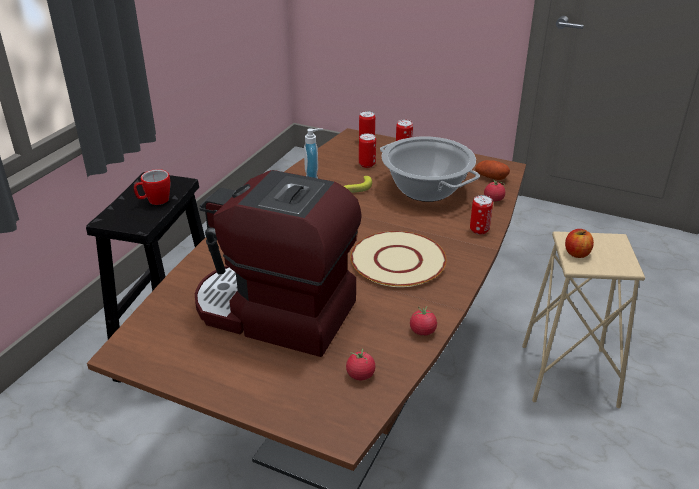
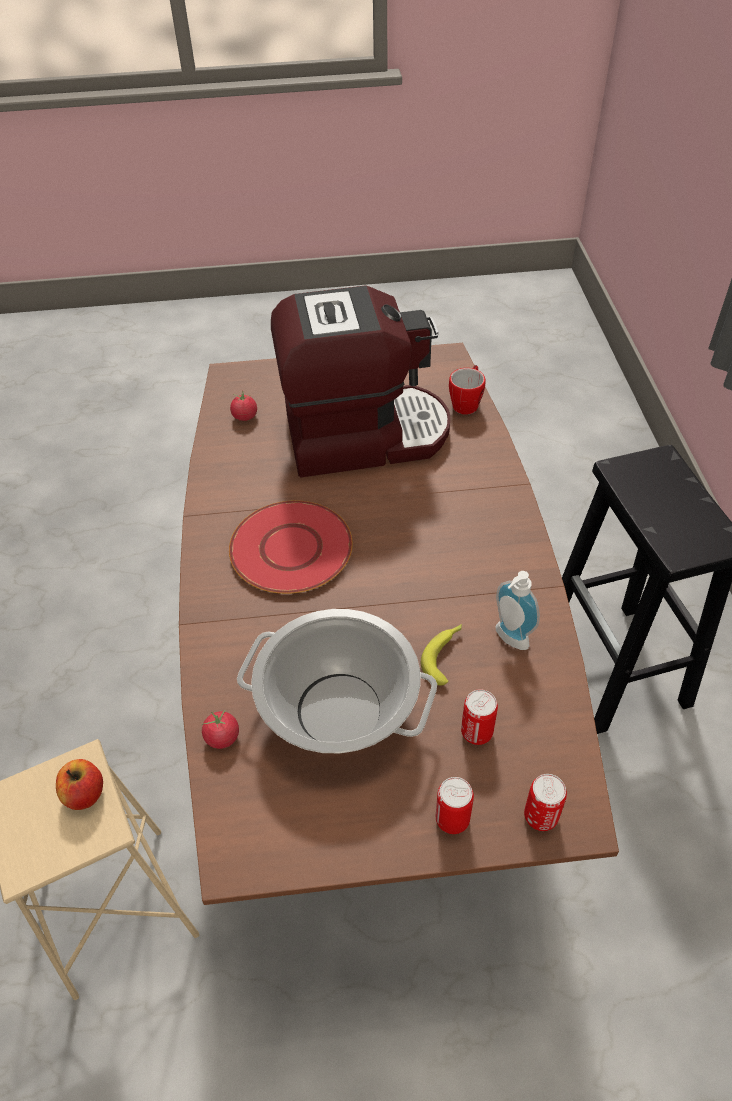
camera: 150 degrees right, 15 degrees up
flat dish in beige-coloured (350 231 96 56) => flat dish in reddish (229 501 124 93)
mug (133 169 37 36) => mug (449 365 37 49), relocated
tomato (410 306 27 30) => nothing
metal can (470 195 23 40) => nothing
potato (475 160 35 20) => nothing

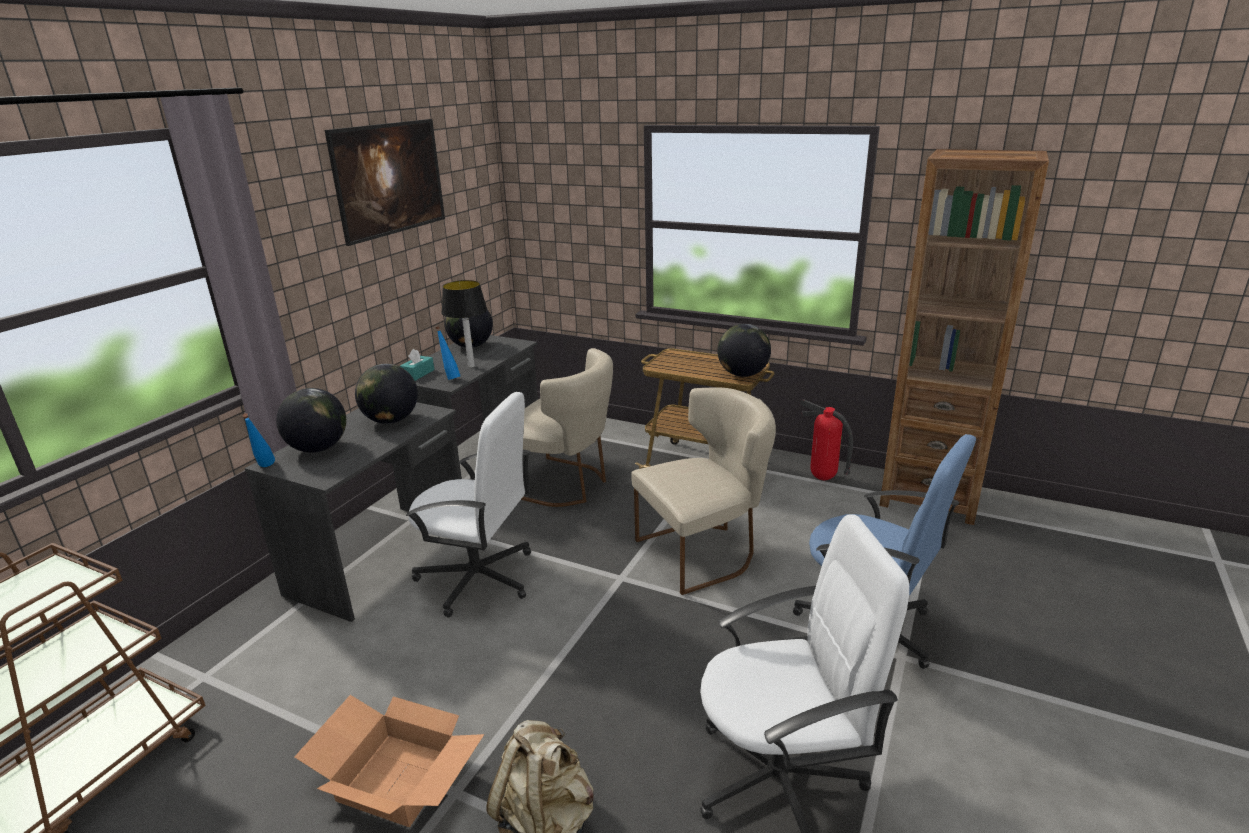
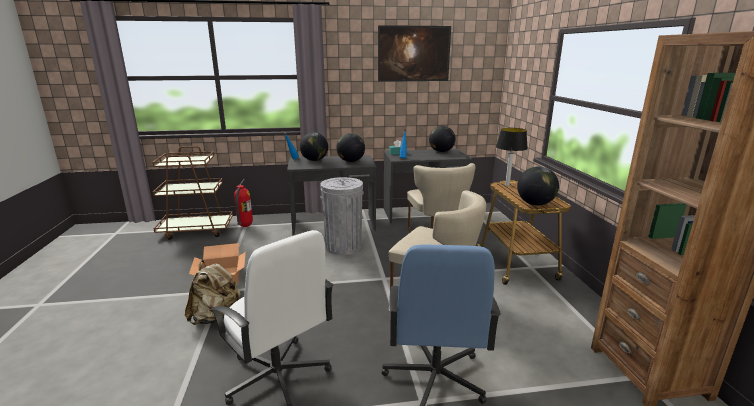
camera: 55 degrees right, 5 degrees down
fire-fighting cylinder (799 399 54 81) => fire-fighting cylinder (234 179 19 48), relocated
computer chair in white (406 392 125 226) => rubbish bin in grey (320 177 44 78)
lamp for a table (441 280 46 88) => lamp for a table (496 128 32 58), relocated

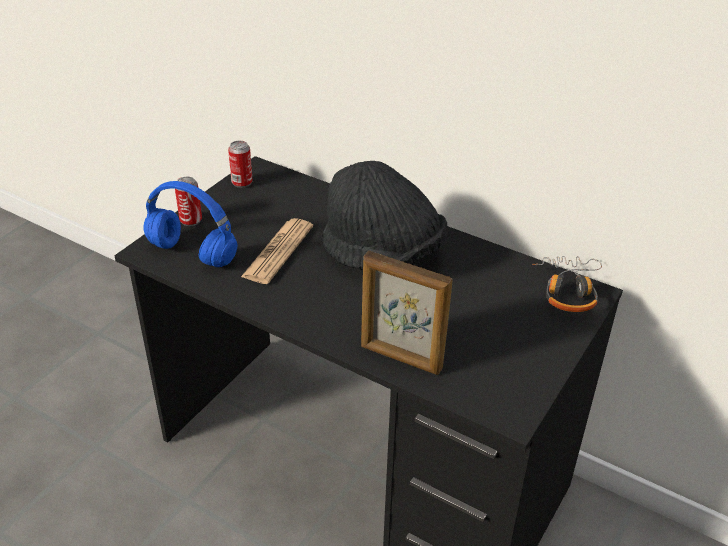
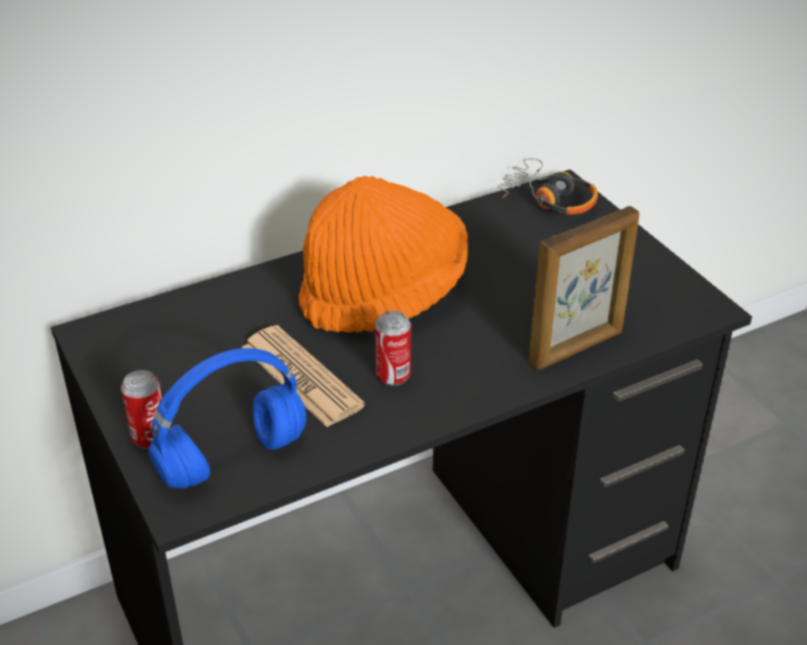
camera: 60 degrees left, 0 degrees up
clothing hat in black (323 161 124 109) => clothing hat in orangey (299 176 169 157)
metal can (228 141 25 47) => metal can (375 311 36 75), relocated

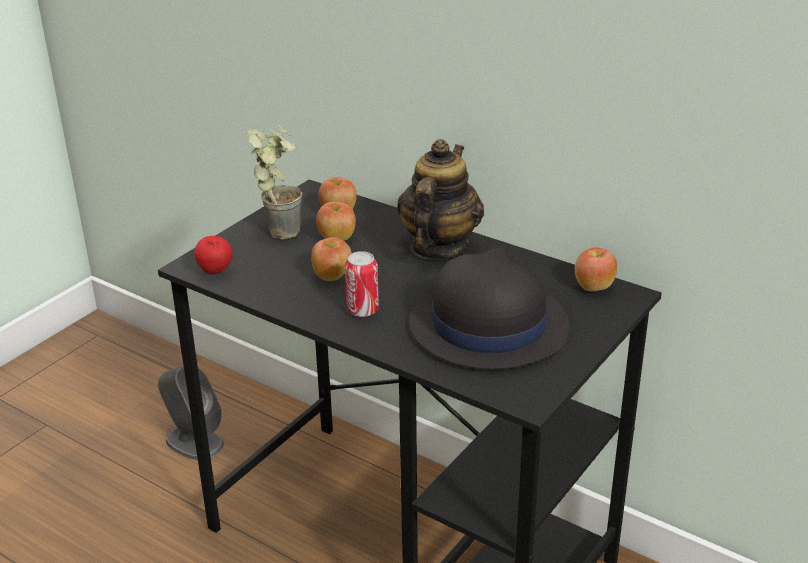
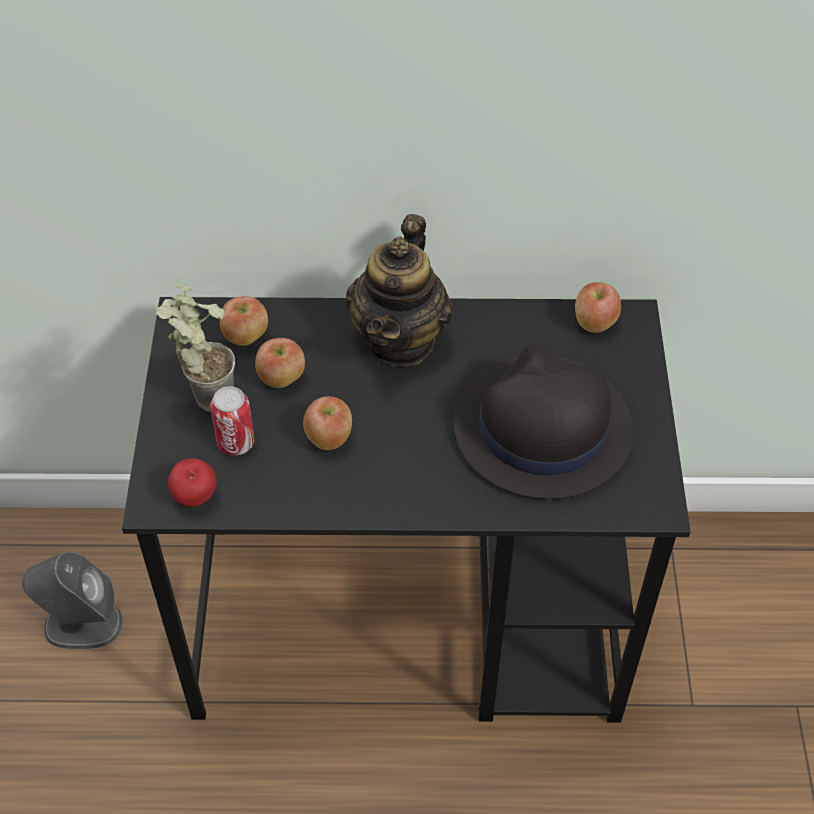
camera: 35 degrees left, 20 degrees up
metal can (345 251 34 66) => metal can (210 386 45 69), relocated
tea pot (397 139 87 121) => tea pot (346 214 107 153), 150 degrees counterclockwise

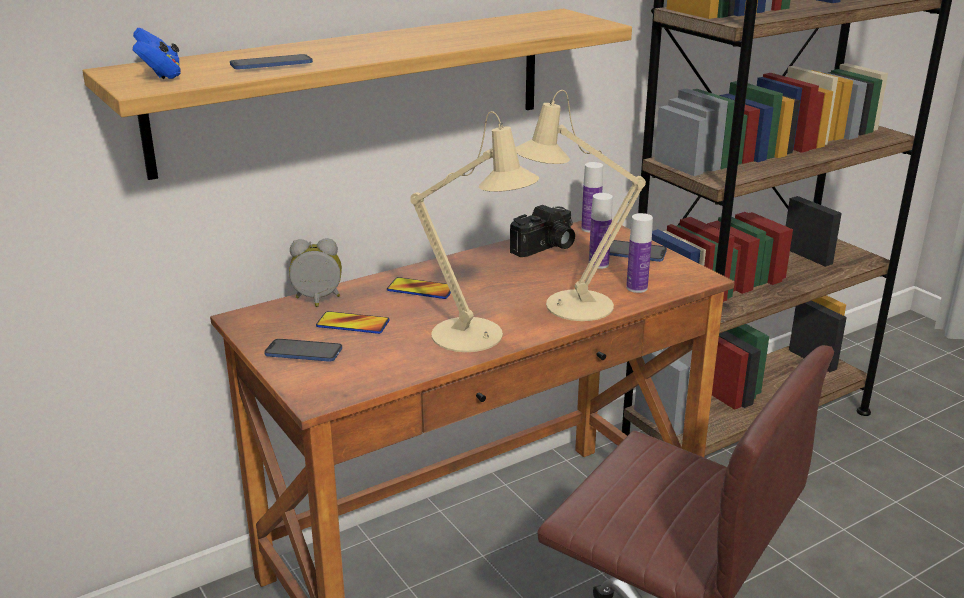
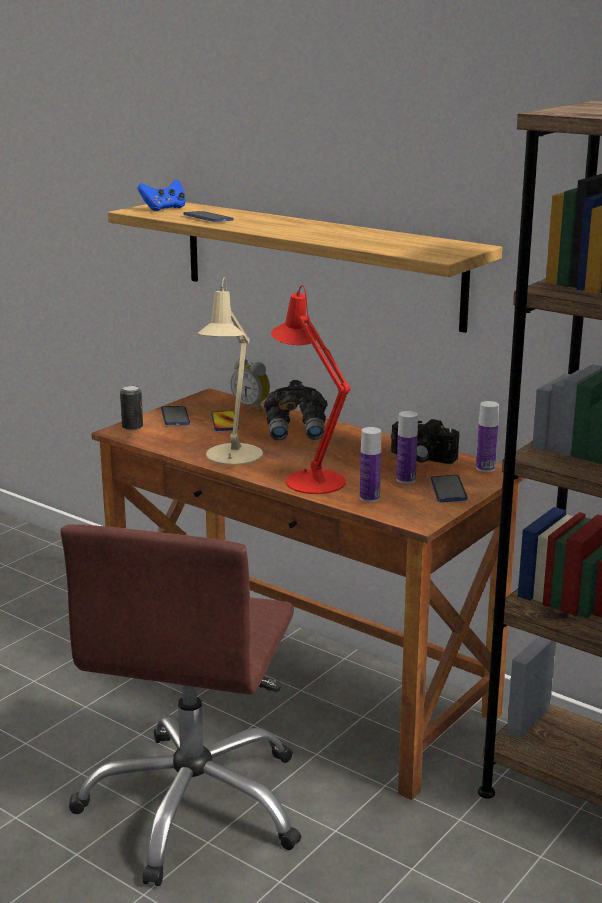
camera: 70 degrees right, 5 degrees down
nothing => metal can (120 385 23 45)
table clock (289 238 53 69) => table clock (230 358 40 54), 150 degrees clockwise
handset (387 277 64 22) => pair of binoculars in grey (264 380 64 61)
lamp for a table in beige-coloured (515 90 131 231) => lamp for a table in reddish (271 285 80 209)

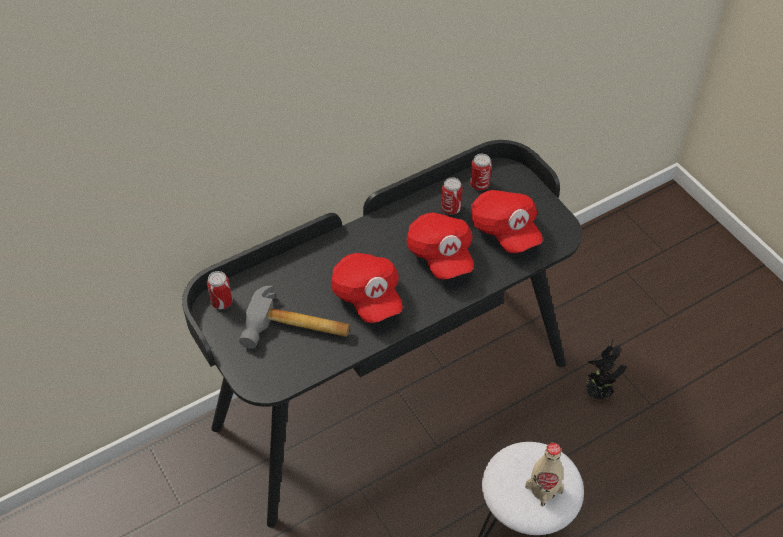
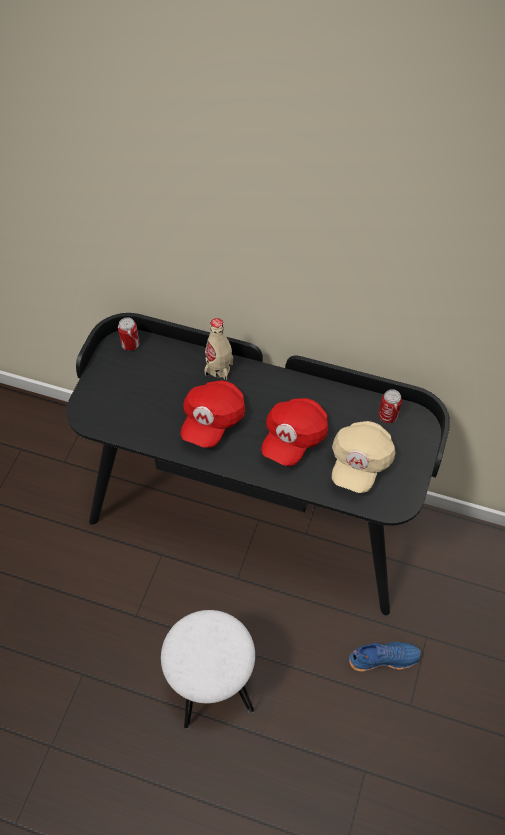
camera: 50 degrees right, 5 degrees up
bottle in beige-coloured (525 443 39 64) => bottle in beige-coloured (204 318 29 63), relocated
baseball cap in reddish (471 190 72 63) => baseball cap in beige-coloured (332 421 63 72)
houseplant (586 339 41 61) => item of footwear in blue-coloured (349 642 72 29)
hand hammer (239 286 111 63) => nothing
metal can (441 177 22 38) => nothing

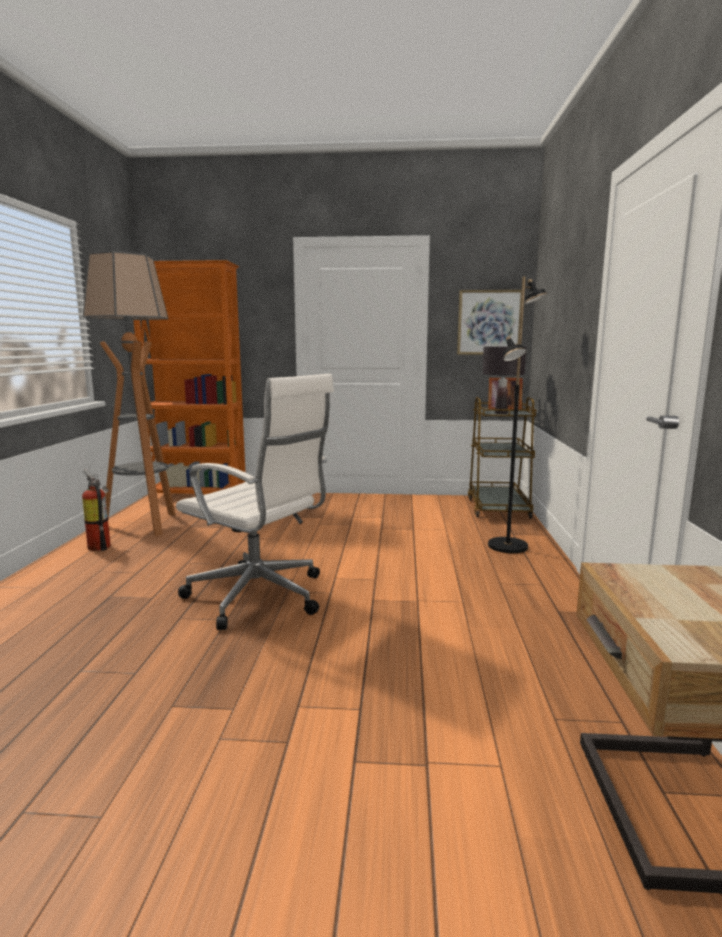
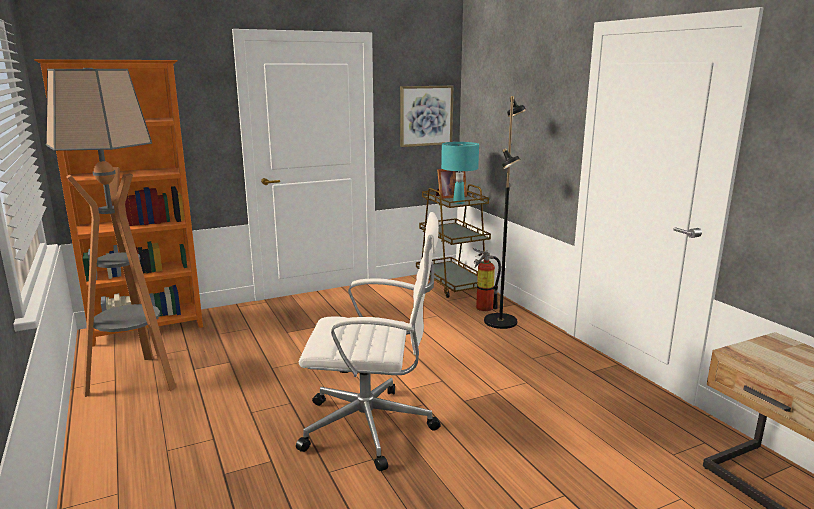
camera: 30 degrees left, 5 degrees up
lamp for a table in black (482 347 44 67) => lamp for a table in turquoise-coloured (441 142 38 62)
fire-fighting cylinder (82 469 29 82) => fire-fighting cylinder (473 248 28 63), relocated

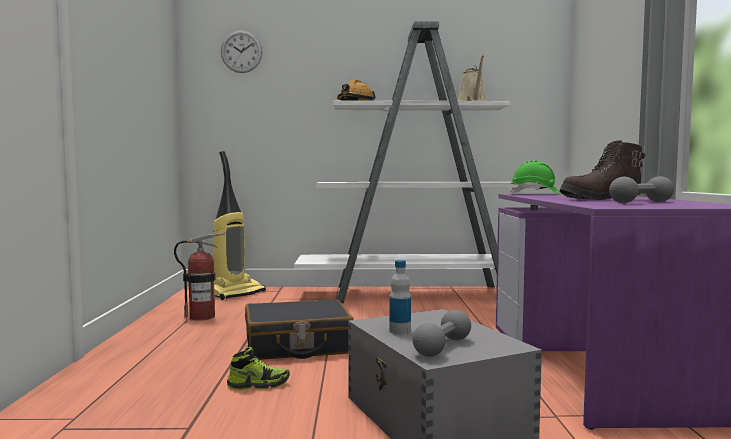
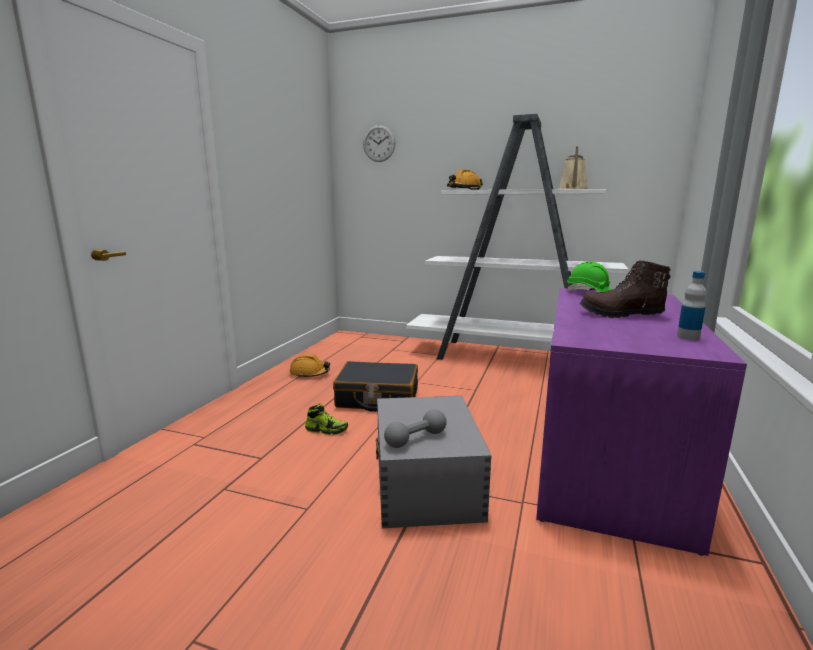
camera: 20 degrees right, 10 degrees up
nothing => hard hat in orangey (290 354 40 24)
bottle (389 260 22 74) => bottle (677 271 29 69), relocated
fire-fighting cylinder (174 233 51 88) => nothing
vacuum (213 151 53 149) => nothing
hand weight in grey (609 176 65 27) => nothing

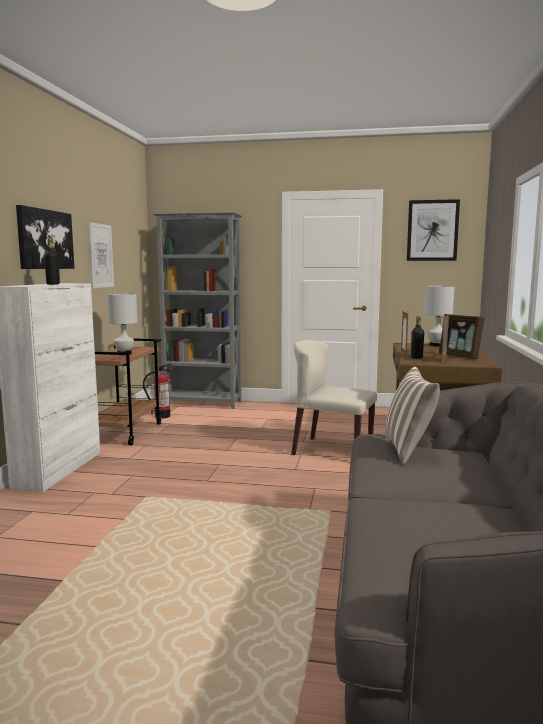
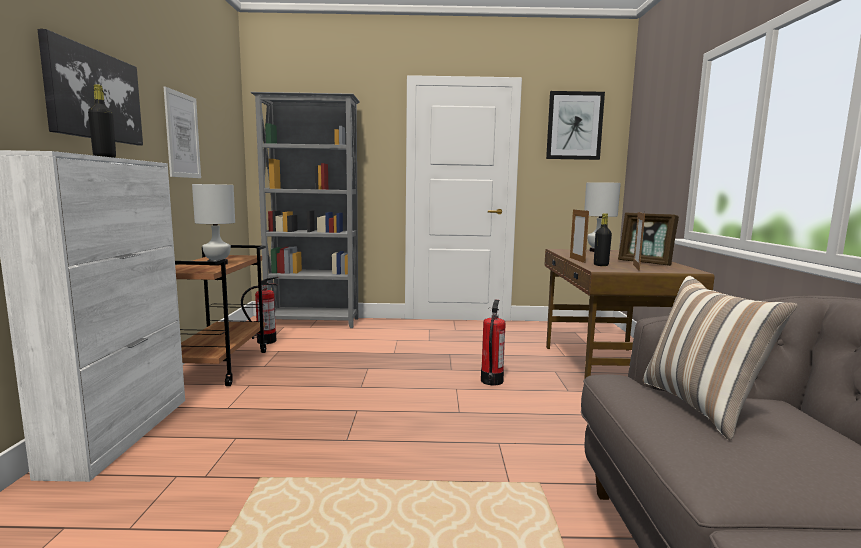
camera: 10 degrees left, 0 degrees up
chair in beige-coloured (291 340 86 115) => fire-fighting cylinder (481 300 25 85)

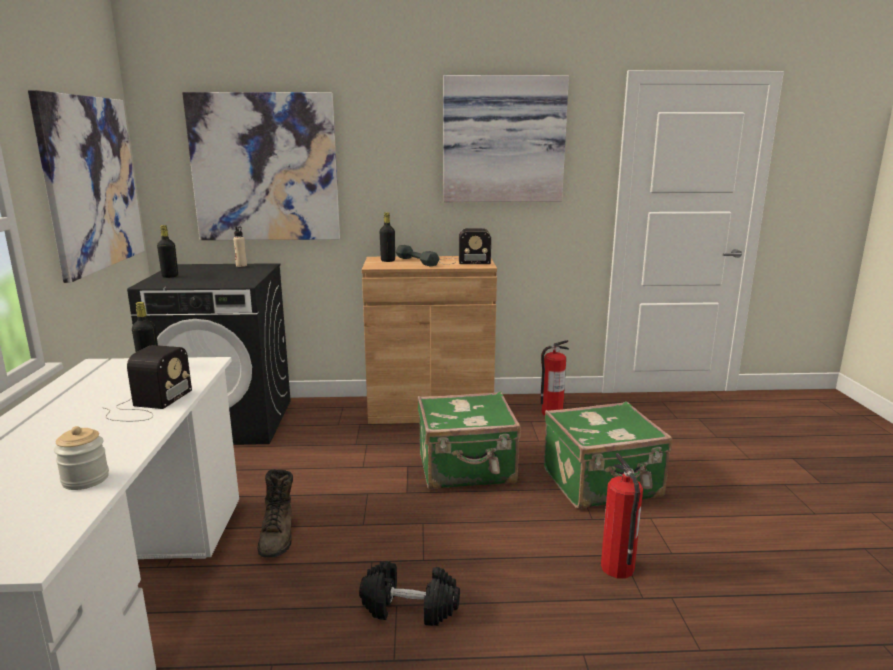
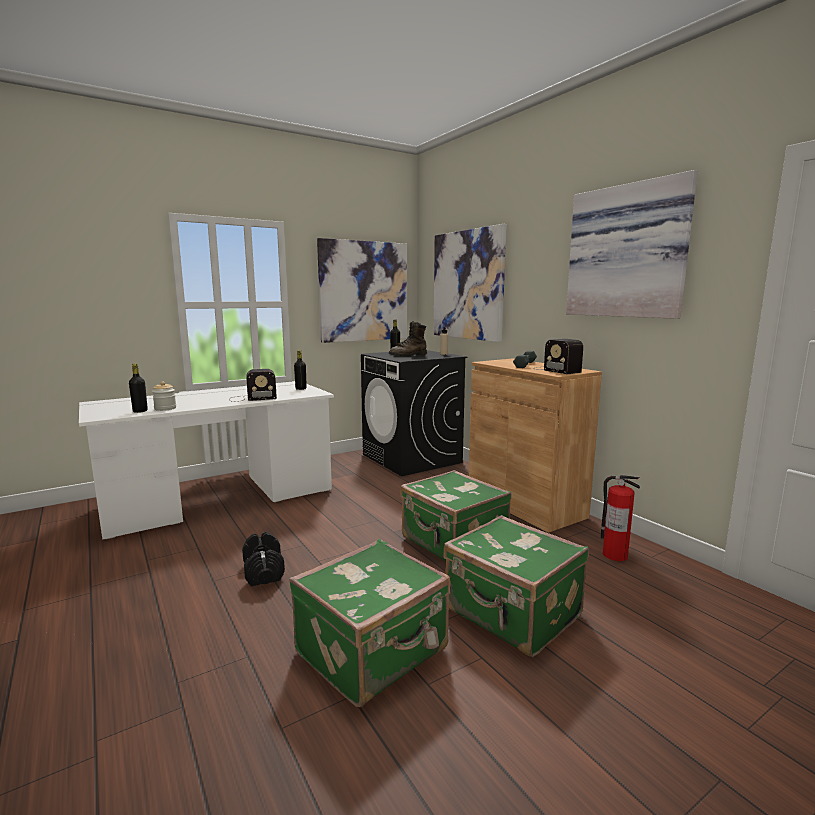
camera: 60 degrees right, 5 degrees down
bottle in black (379 212 16 50) => bottle in black (129 364 19 49), relocated
fire-fighting cylinder (601 453 42 126) => travel case in green (289 539 162 168)
high-top boot in brown-coloured (258 469 35 88) => high-top boot in brown-coloured (389 321 38 36), relocated

